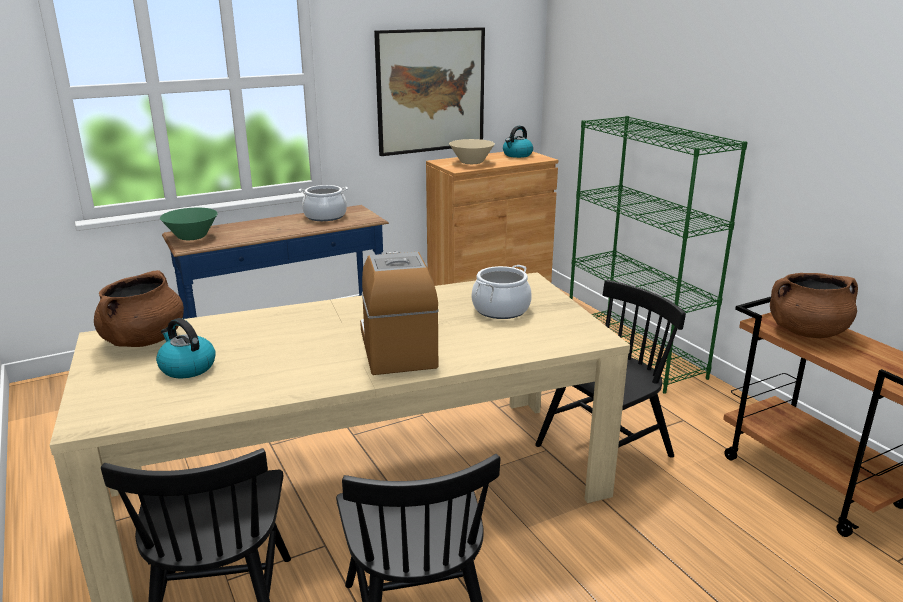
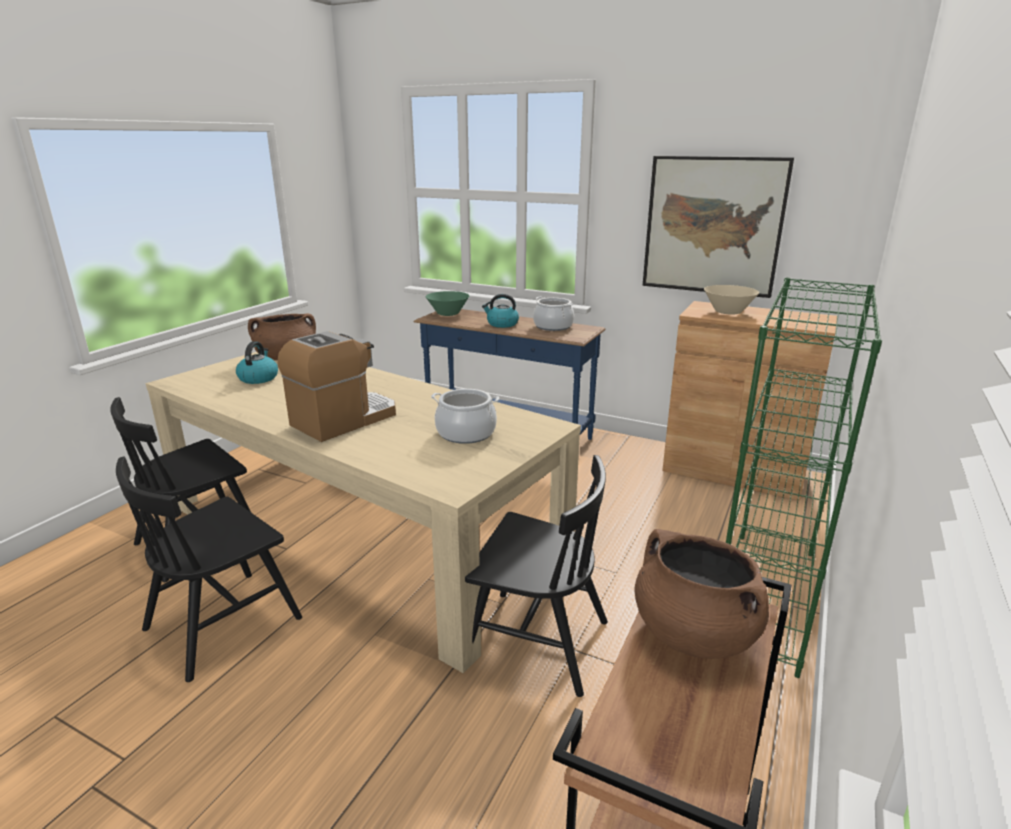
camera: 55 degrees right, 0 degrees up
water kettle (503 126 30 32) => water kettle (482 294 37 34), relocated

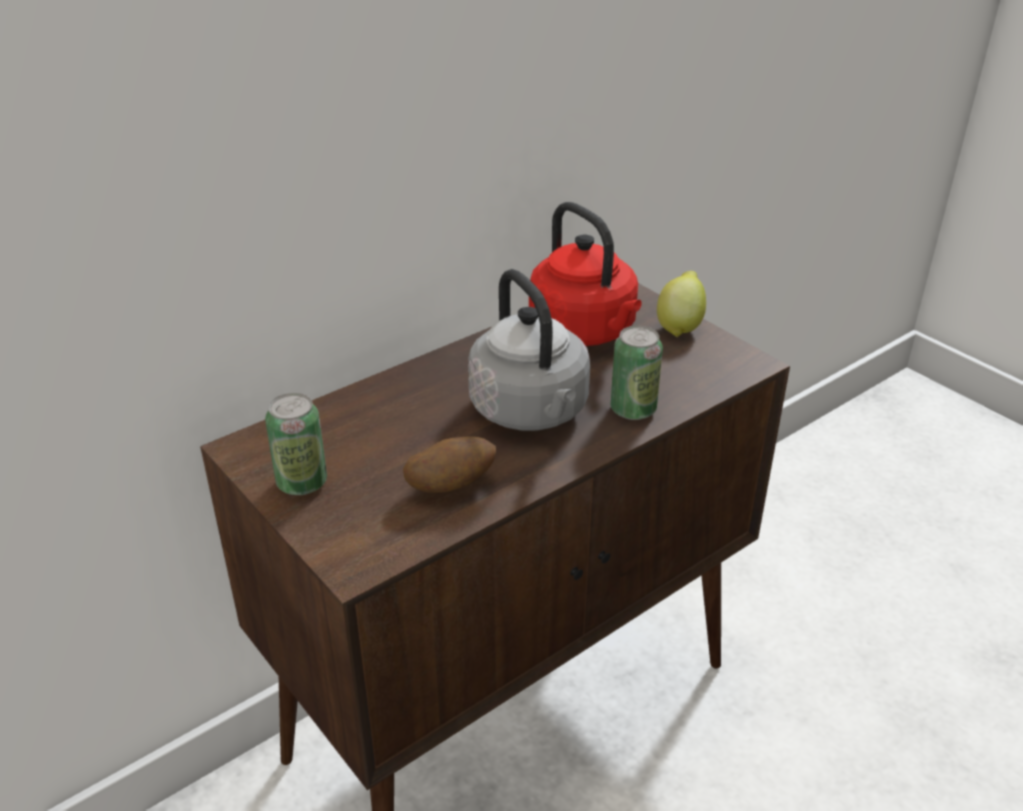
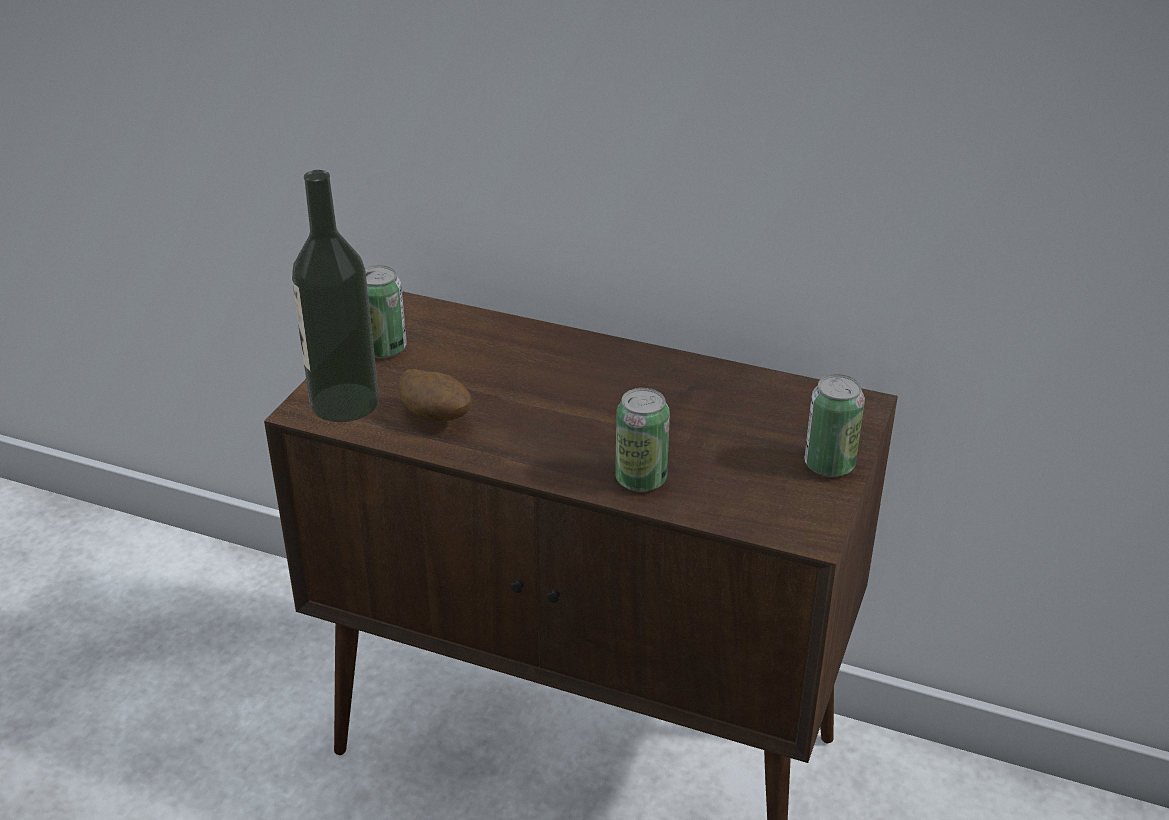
camera: 60 degrees right, 0 degrees up
nothing => bottle (292 170 87 252)
citrus fruit (657 271 49 66) => metal can (804 374 61 103)
water kettle in grey (468 269 122 162) => nothing
water kettle in reddish (529 202 112 144) => nothing

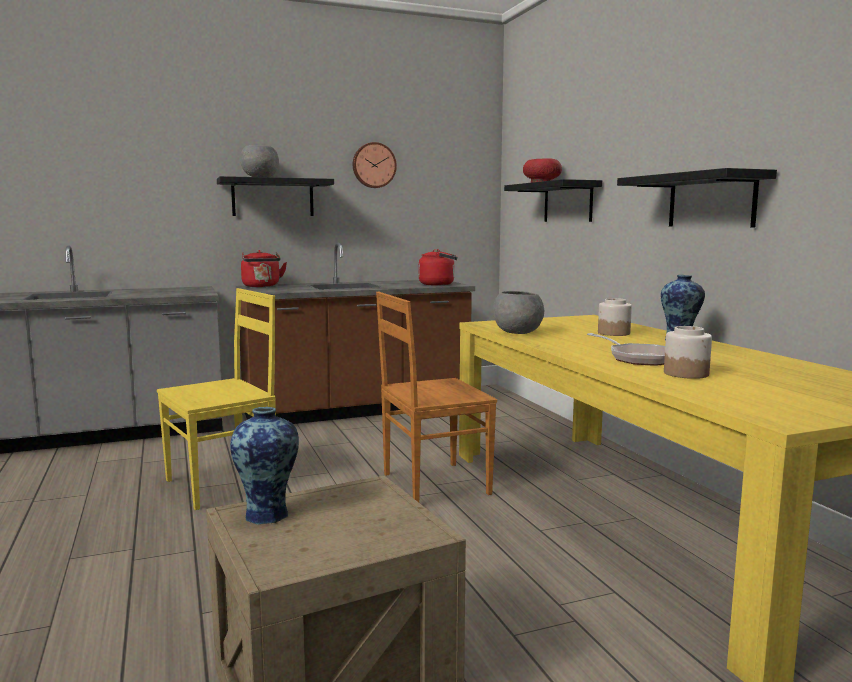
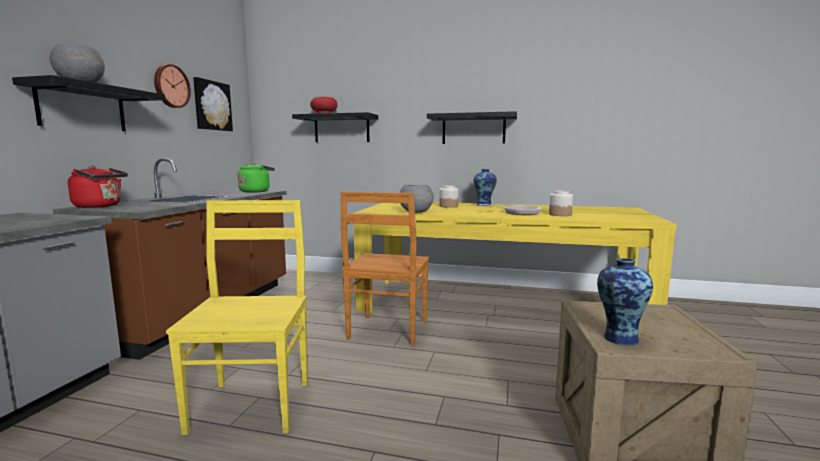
camera: 55 degrees left, 0 degrees up
nothing => wall picture (193 77 40 54)
water kettle in reddish (418 249 39 36) => water kettle in green (238 163 37 30)

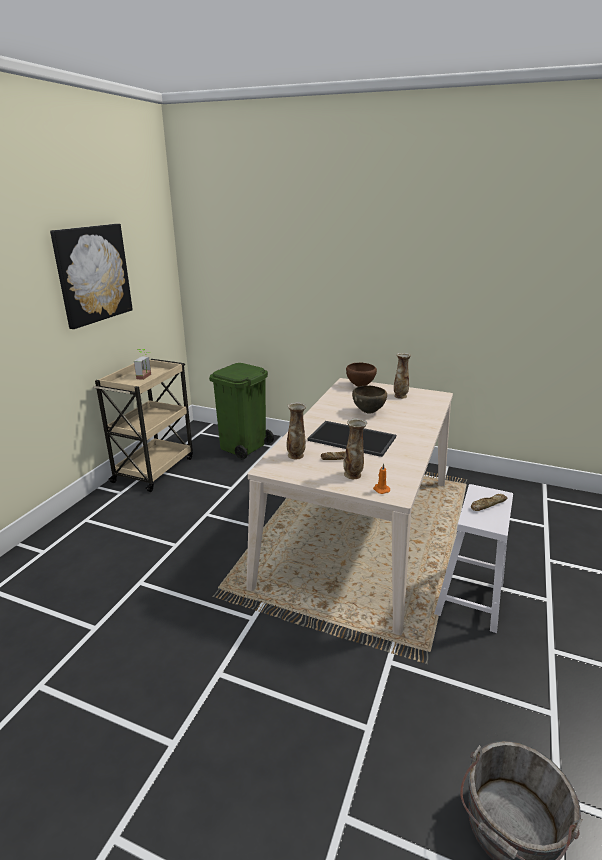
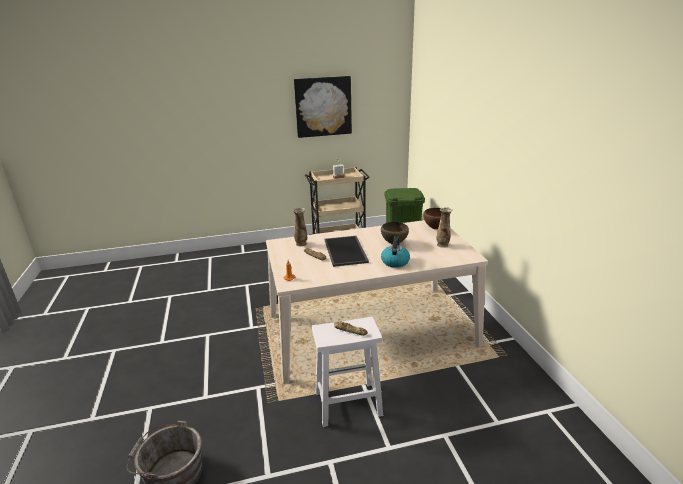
camera: 55 degrees right, 0 degrees up
nothing => water kettle (381 236 29 32)
flower vase (343 418 24 61) => nothing

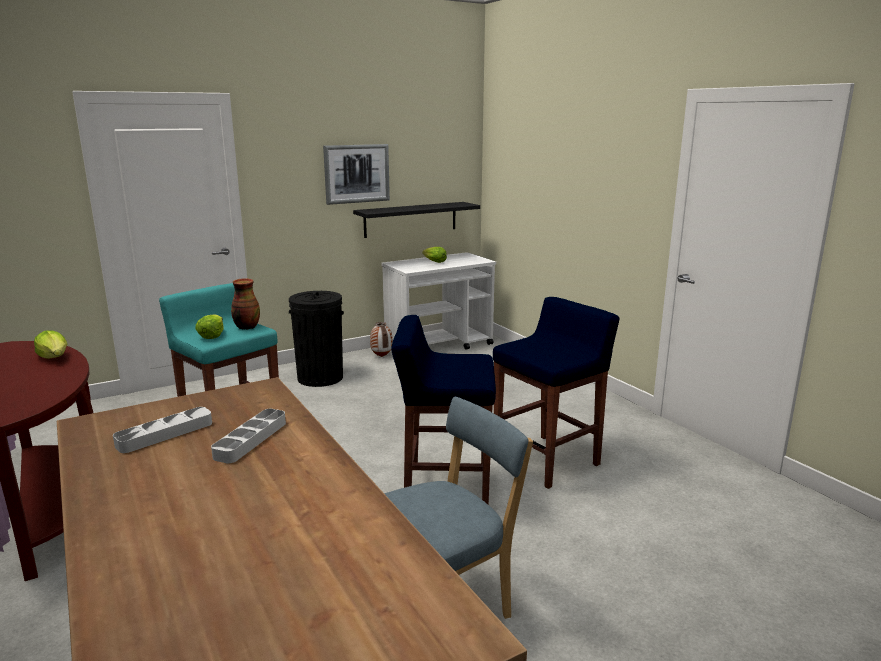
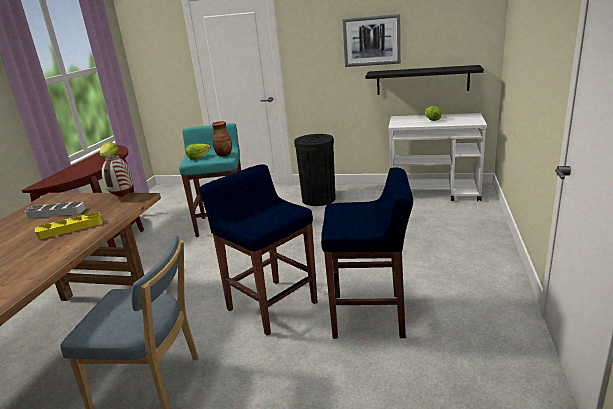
camera: 45 degrees right, 5 degrees up
serving tray in grey (211 409 75 54) => serving tray in yellowish (35 212 67 27)
flower vase (370 322 23 35) => flower vase (102 155 31 42), relocated

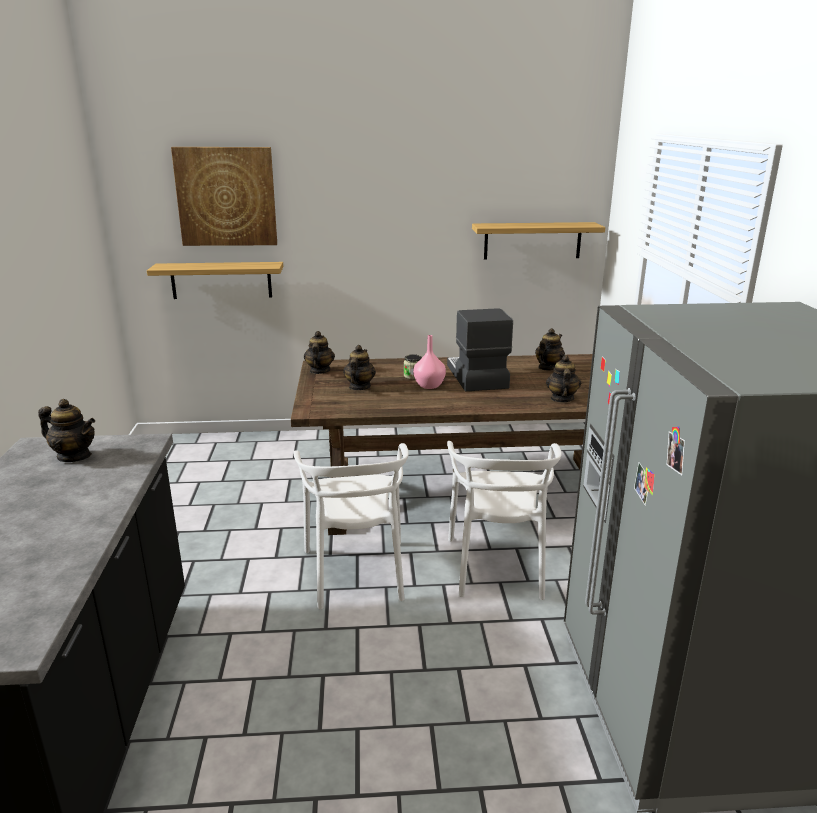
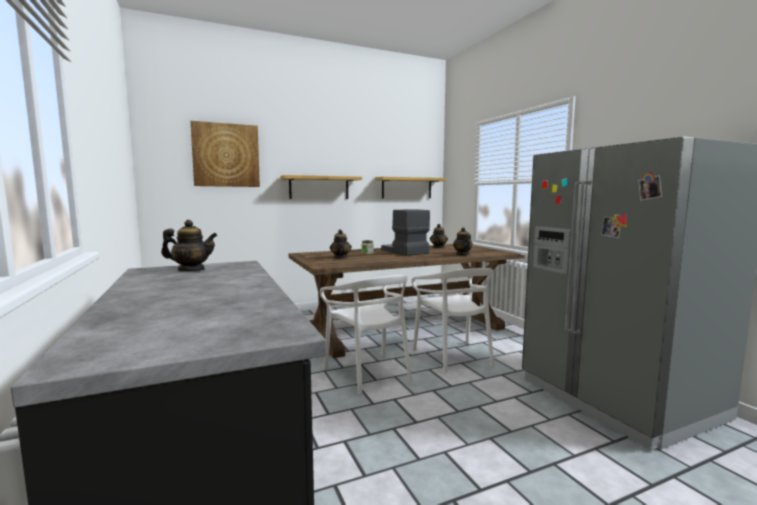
camera: 20 degrees left, 15 degrees down
bracket shelf (147 262 136 37) => bracket shelf (280 175 82 24), relocated
tea pot (304 331 31 43) => nothing
flower vase in pink (413 335 33 54) => nothing

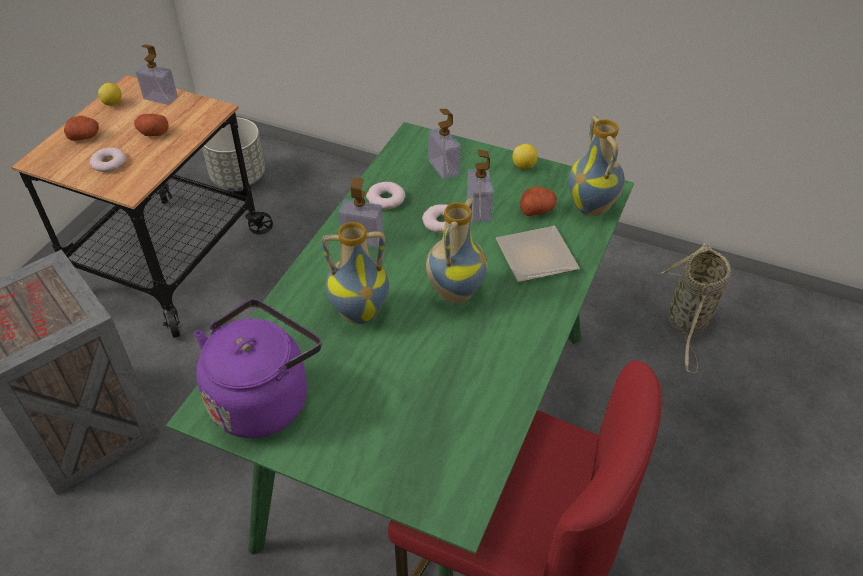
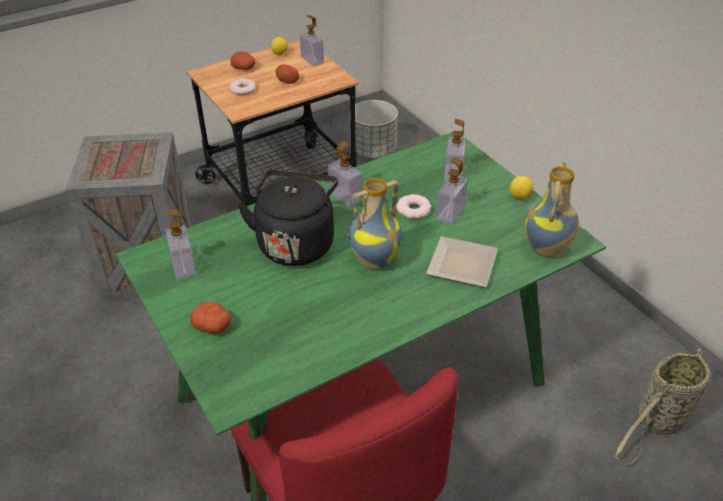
camera: 35 degrees right, 5 degrees down
water kettle in purple-coloured (194 299 127 139) => liquid soap bottle (165 209 31 71)
potato (520 186 37 30) => potato (190 302 41 31), relocated
flower vase (322 222 67 102) => water kettle in black (237 170 101 96)
doughnut (366 182 39 28) => nothing

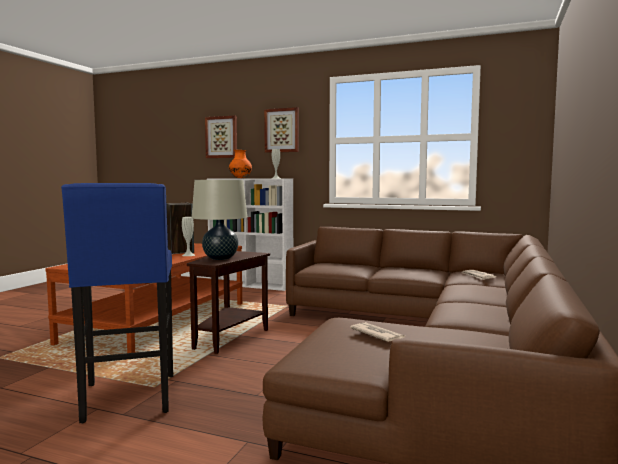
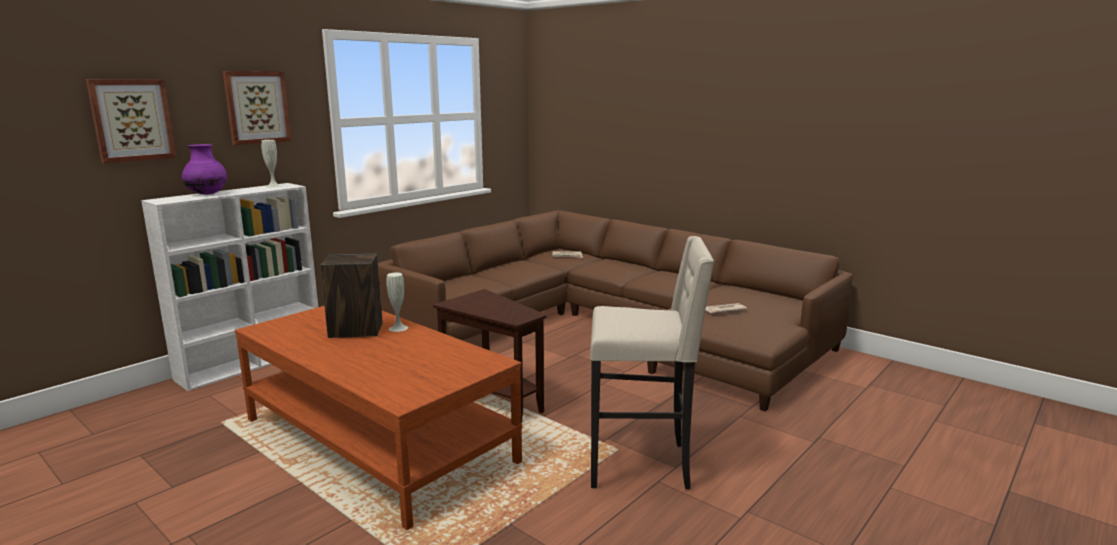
camera: 70 degrees left, 10 degrees up
flower vase in orangey (229 150 23 28) => flower vase in purple-coloured (182 144 45 51)
stool seat in blue-coloured (61 183 112 241) => stool seat in beige-coloured (590 236 124 253)
lamp for a table in beige-coloured (192 180 55 80) => nothing

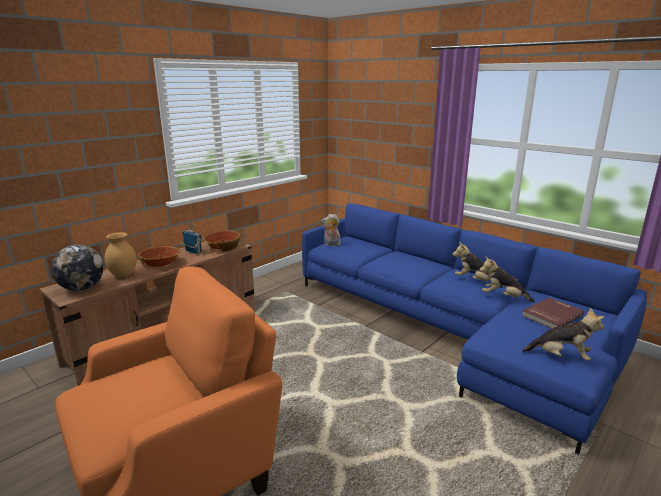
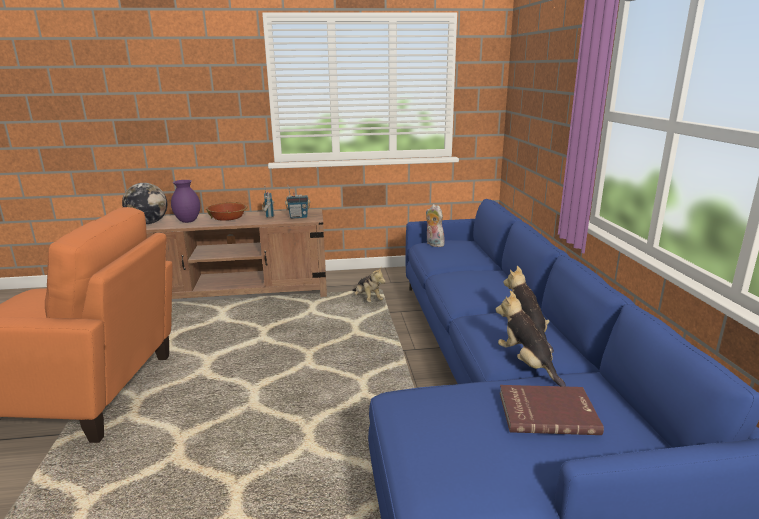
camera: 40 degrees right, 0 degrees up
flower vase in brown-coloured (105 232 32 46) => flower vase in purple-coloured (171 180 29 43)
deep dish (203 231 37 21) => radio receiver (285 186 25 33)
soft toy (522 308 82 53) => soft toy (352 268 34 34), relocated

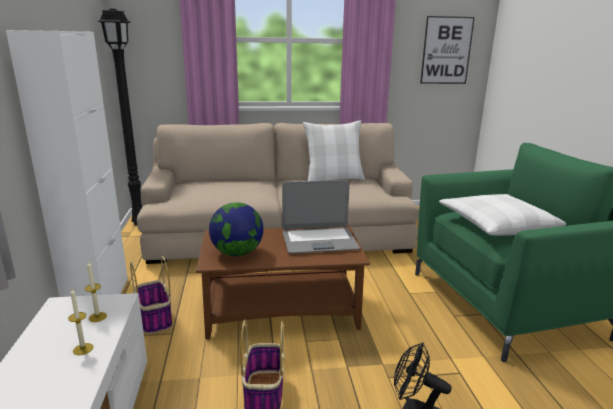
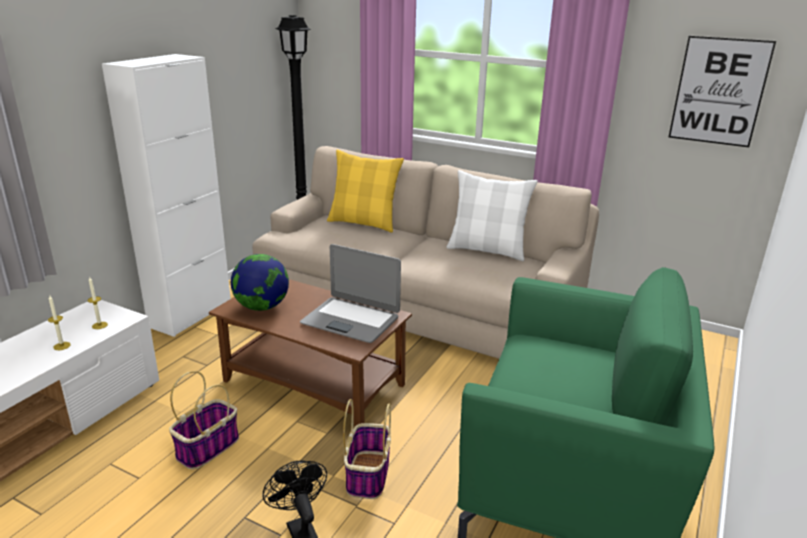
camera: 35 degrees right, 5 degrees up
nothing => pillow in yellowish (327 150 77 82)
basket (130 256 42 78) => basket (343 399 48 100), relocated
pillow in white (439 194 127 42) => nothing

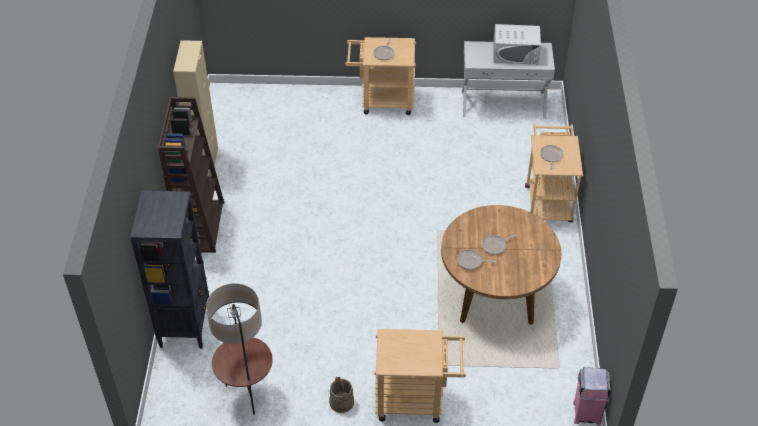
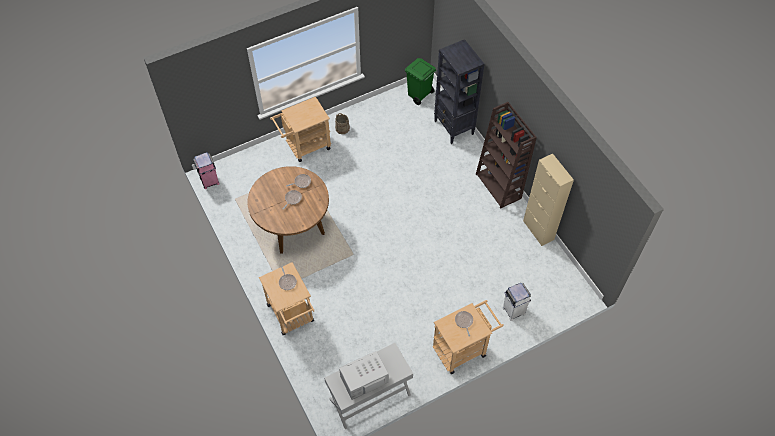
camera: 150 degrees right, 10 degrees up
nothing => rubbish bin in green (405 58 31 47)
nothing => rubbish bin in white (502 283 29 38)
floor lamp (206 283 67 131) => nothing

